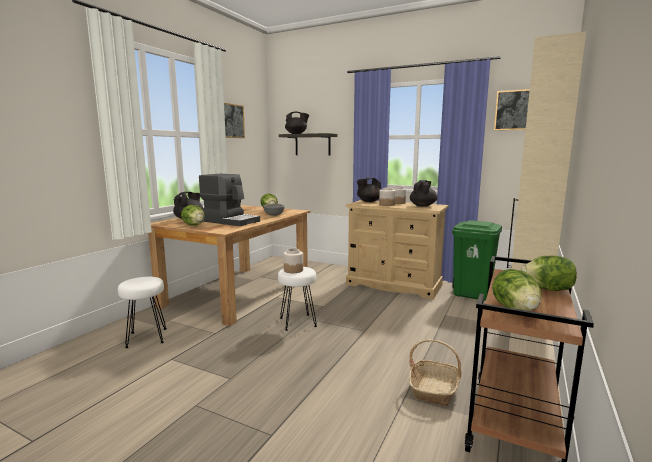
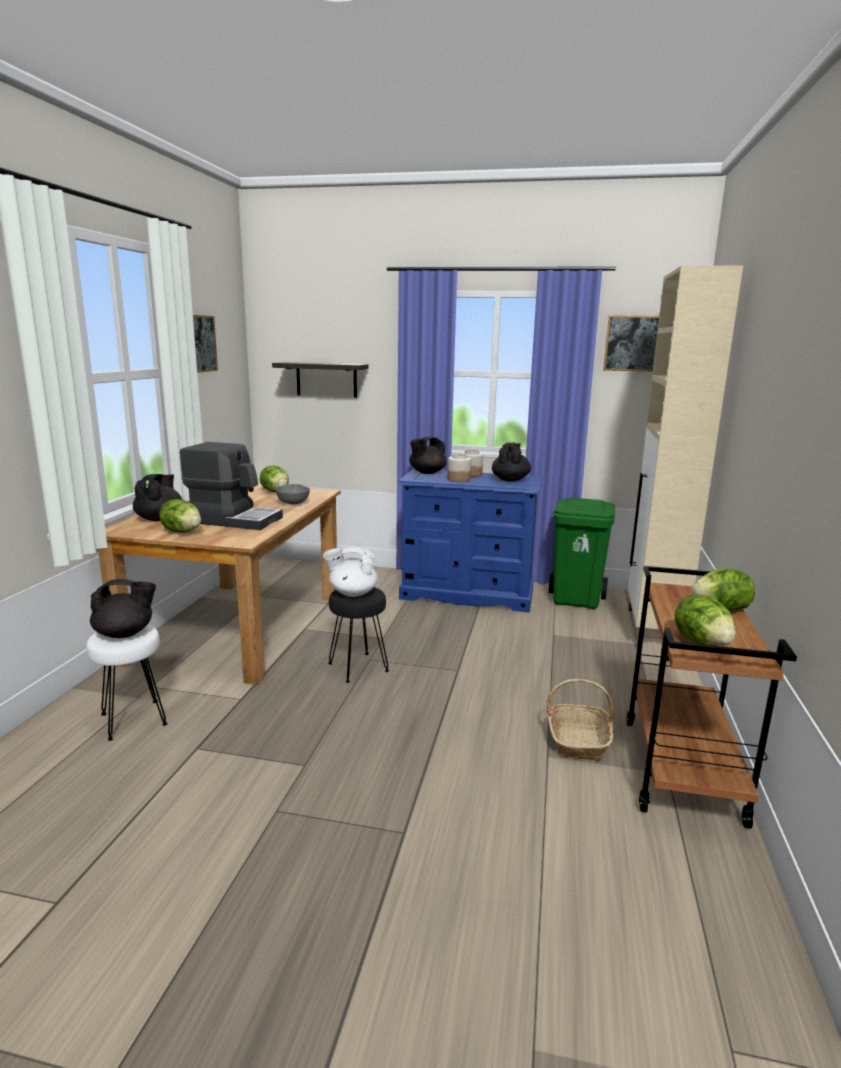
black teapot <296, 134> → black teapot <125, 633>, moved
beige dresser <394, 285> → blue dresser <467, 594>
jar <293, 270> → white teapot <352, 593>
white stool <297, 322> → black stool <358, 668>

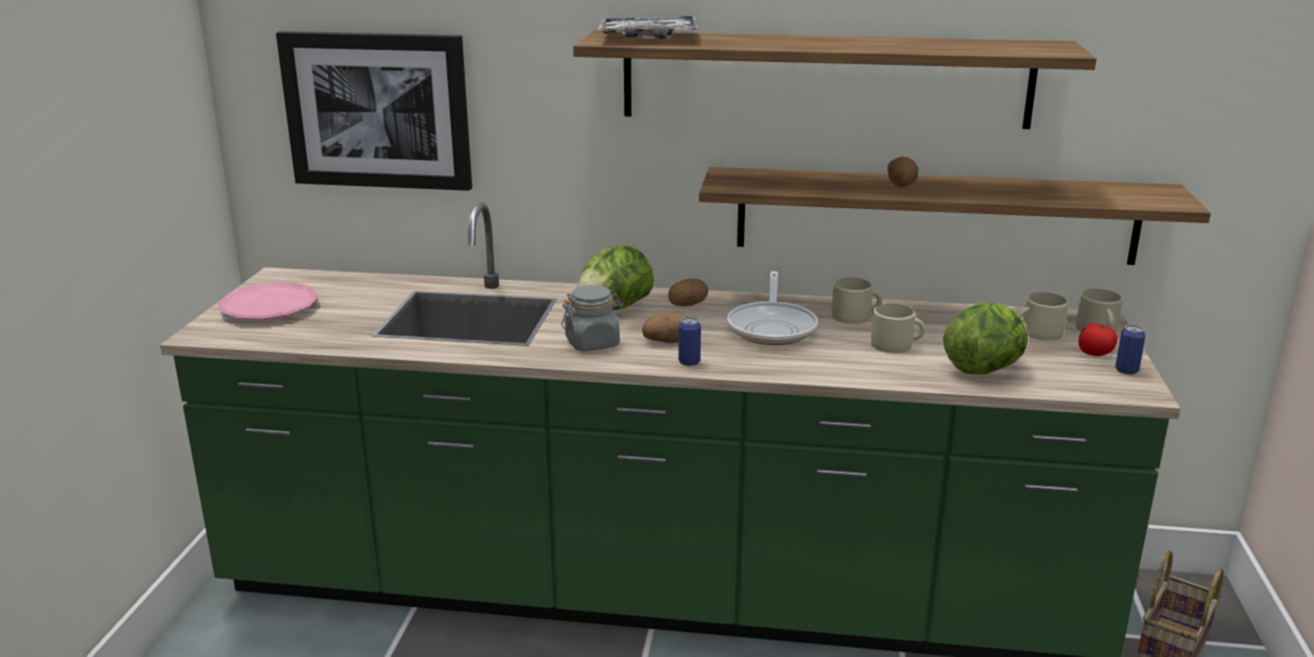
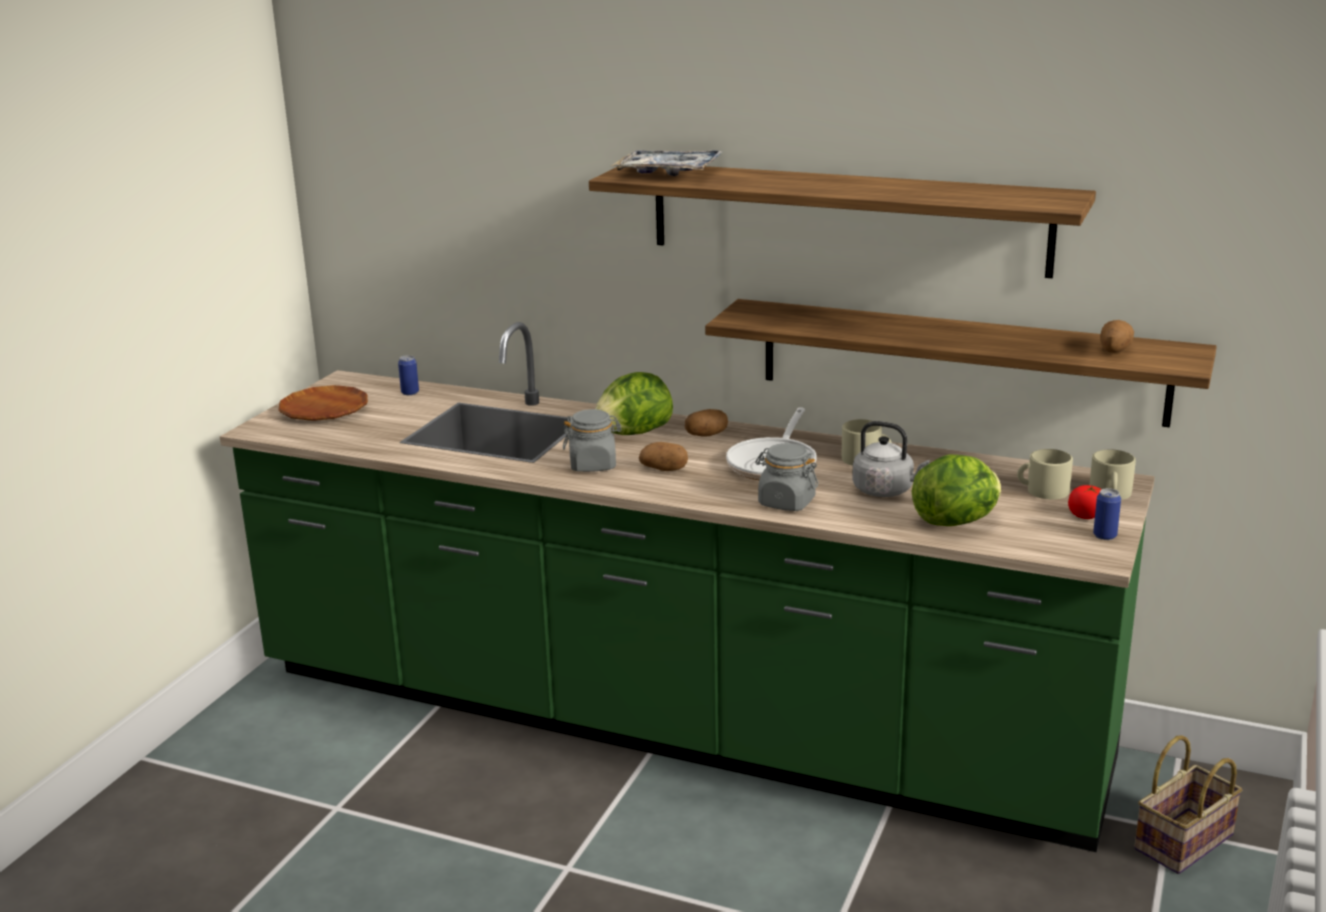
picture <377, 110> → -
potato <901, 185> → potato <1114, 350>, moved
pink plate <270, 308> → brown plate <324, 410>
beige mug <897, 345> → grey kettle <886, 491>
can <689, 362> → can <410, 392>, moved
- → grey jar <786, 502>

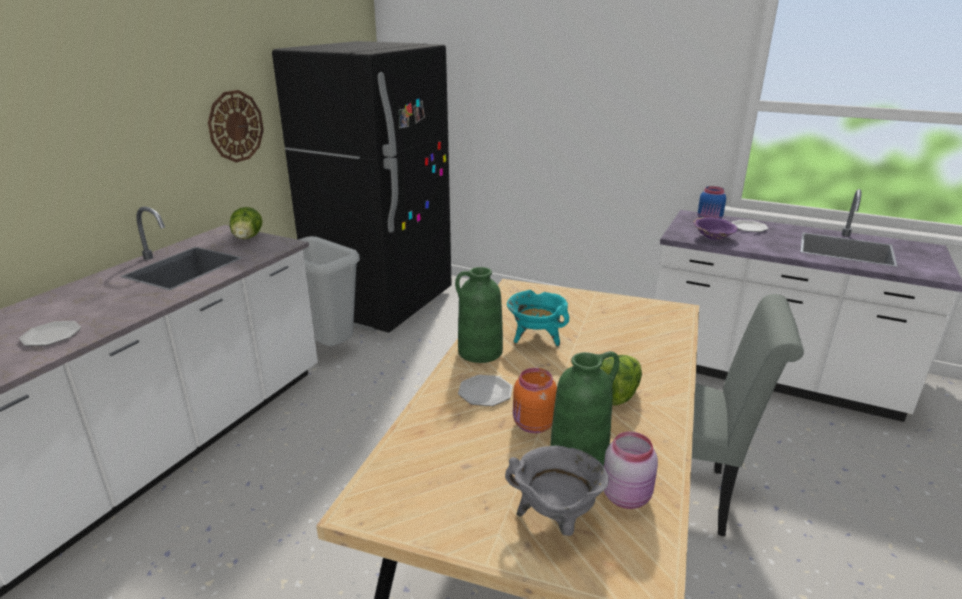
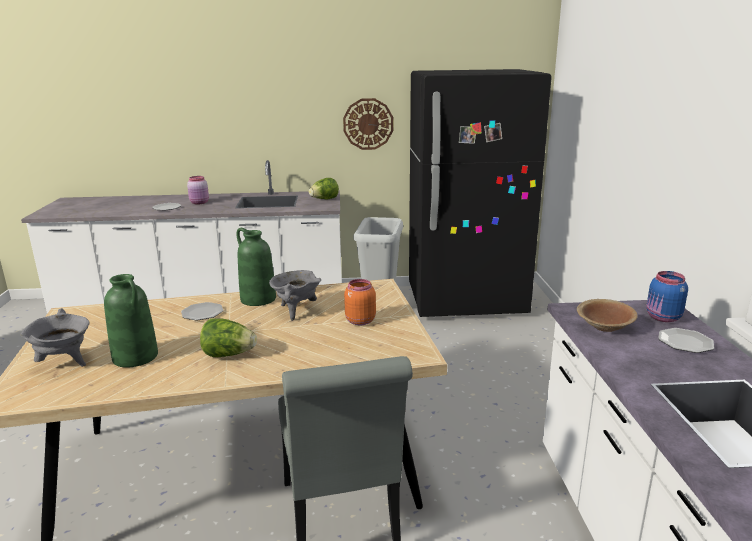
purple bowl <713, 237> → brown bowl <604, 326>
turquoise cooking pot <536, 338> → grey cooking pot <296, 311>
orange jar <532, 425> → orange jar <359, 321>, moved
pink jar <627, 496> → pink jar <200, 203>, moved

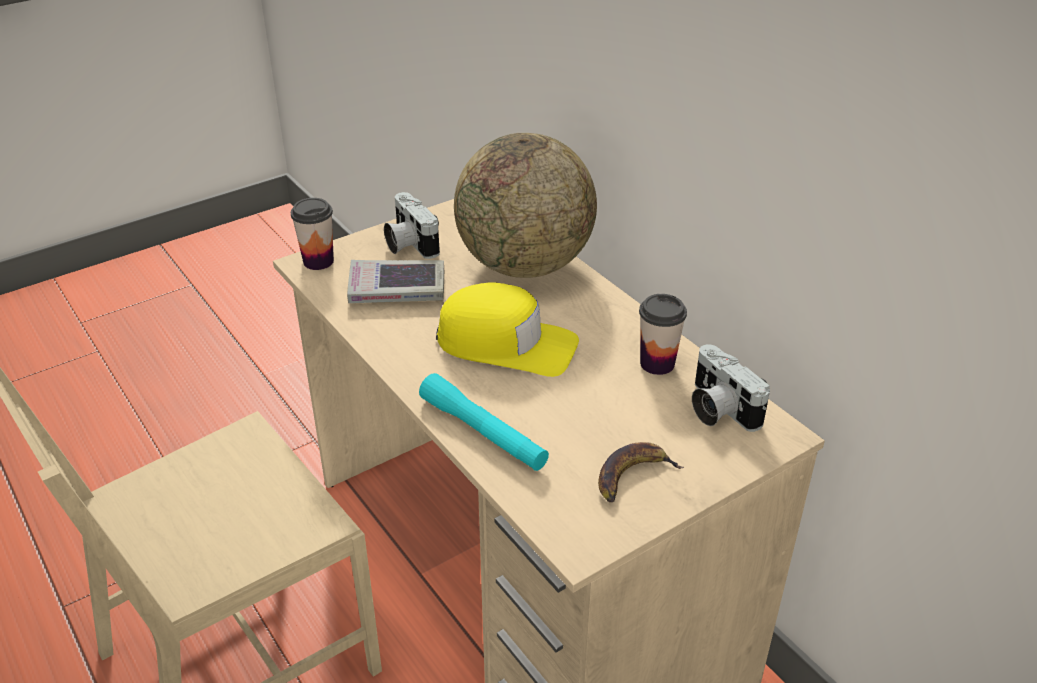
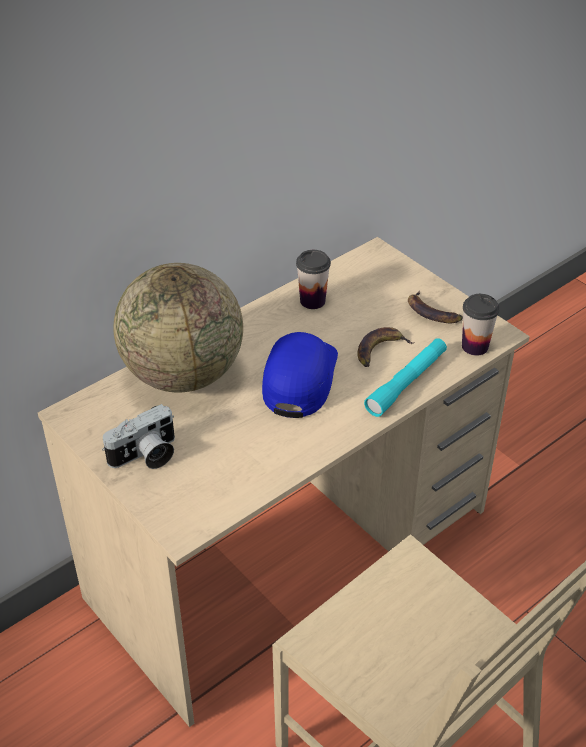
cup <318, 261> → cup <475, 346>, moved
book <397, 289> → -
yellow cap <506, 344> → blue cap <299, 378>
photo camera <718, 409> → -
- → banana <380, 350>

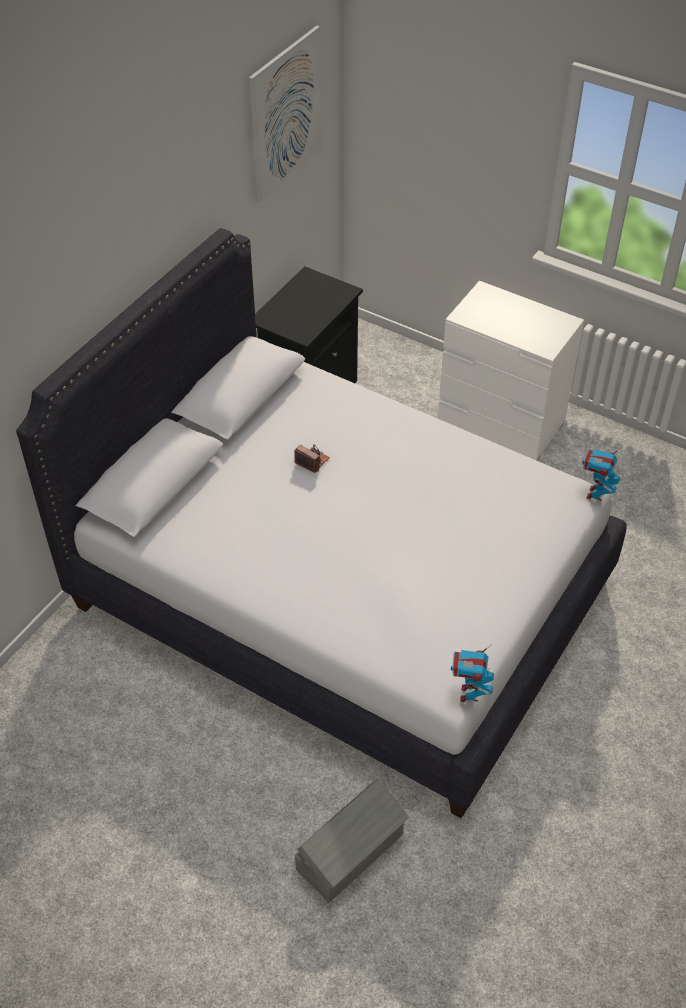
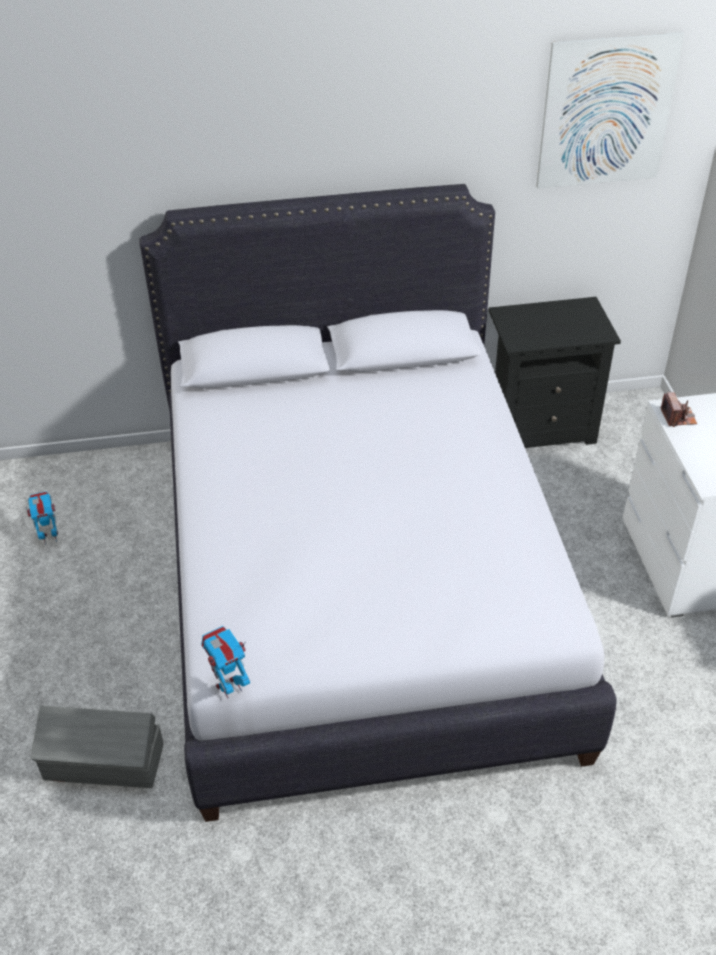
photo camera <312, 461> → photo camera <678, 417>, moved
toy robot <595, 494> → toy robot <49, 538>, moved

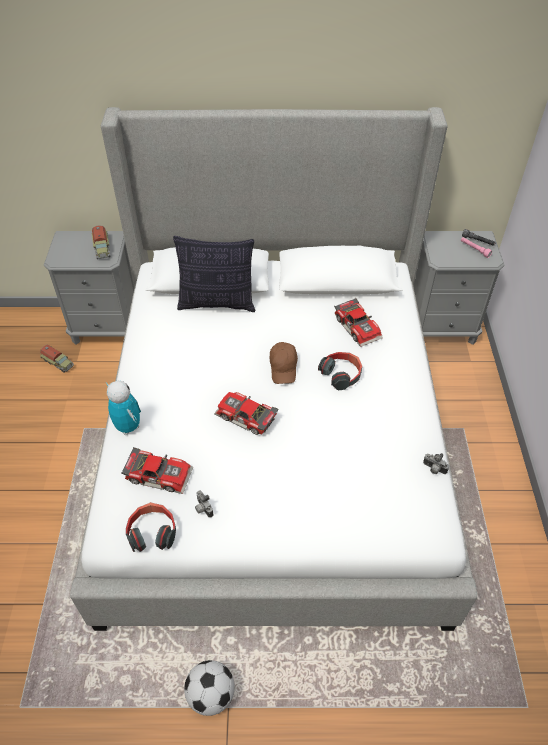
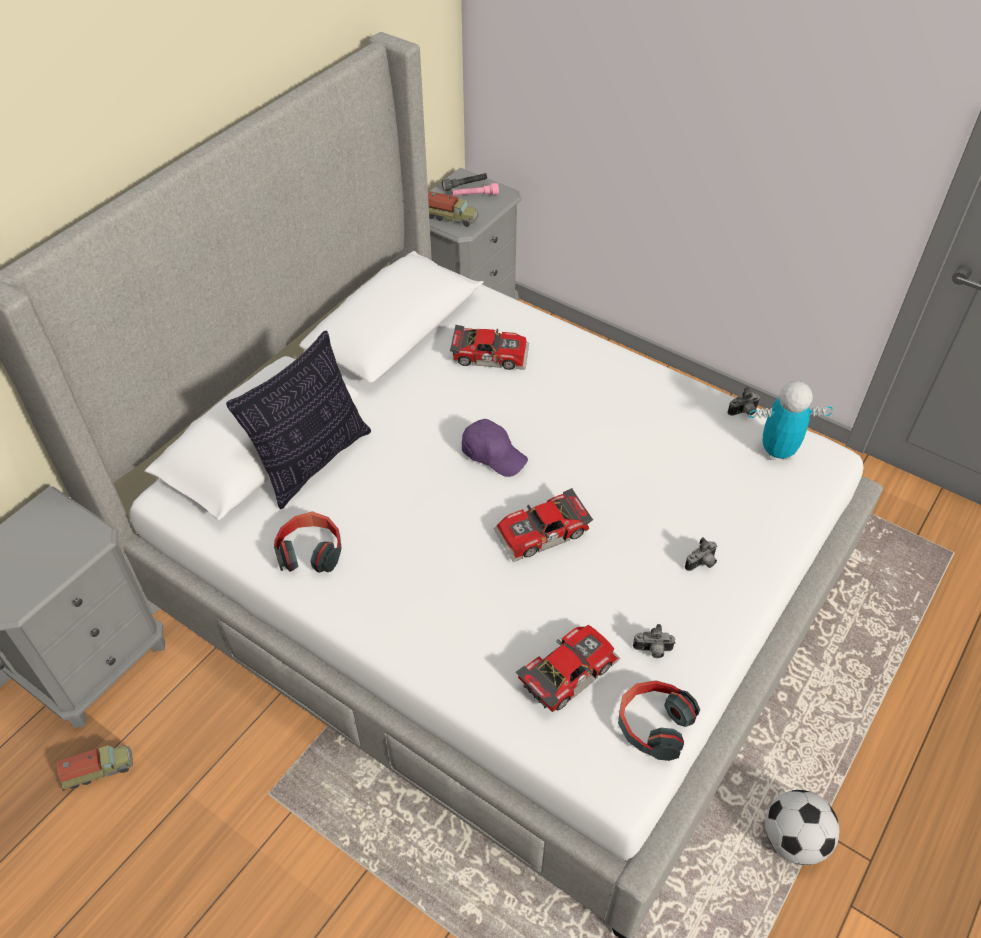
toy truck <102, 248> → toy truck <451, 217>, moved
brown cap <283, 367> → purple cap <493, 455>
headphones <341, 374> → headphones <310, 551>, moved
toy robot <128, 427> → toy robot <777, 452>, moved
- → photo camera <702, 564>

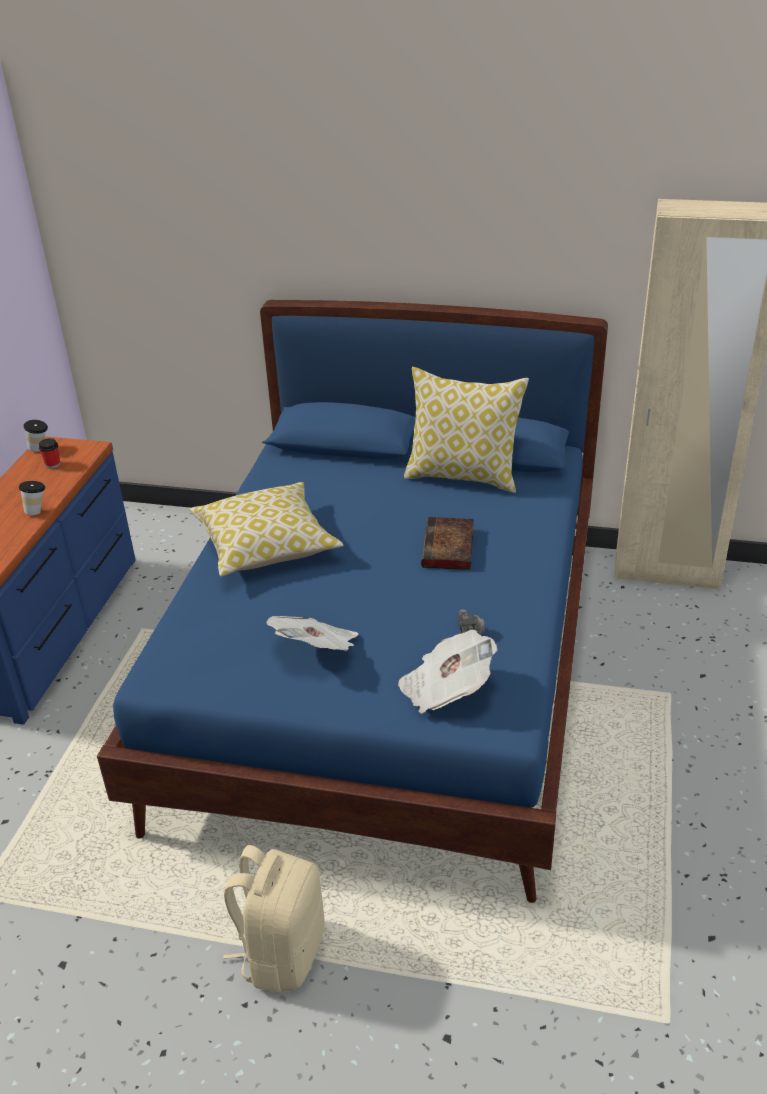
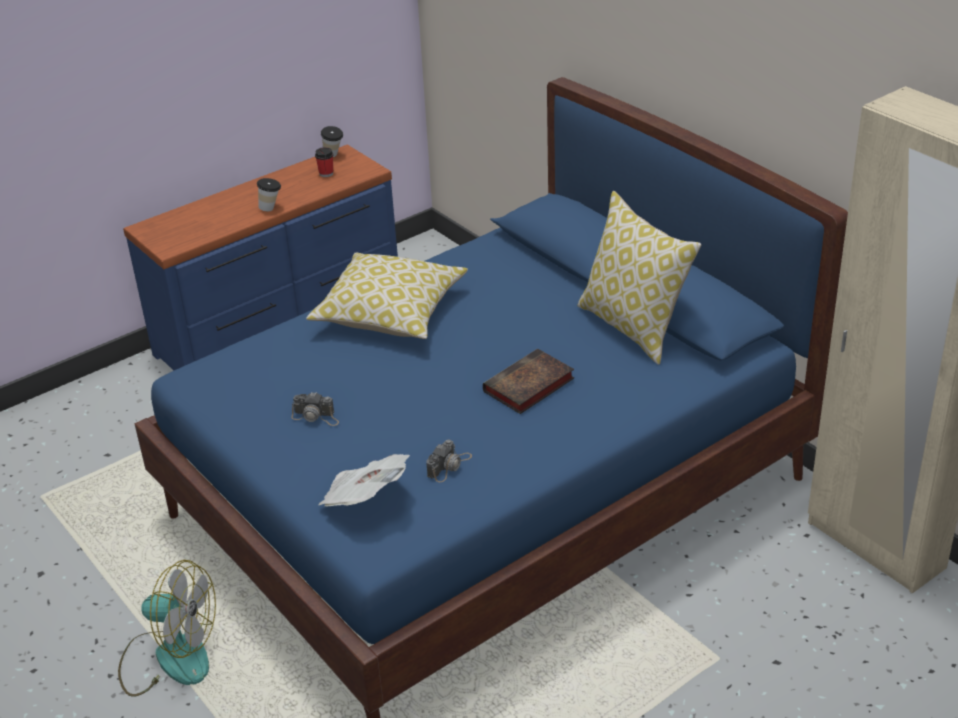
newspaper <317, 650> → photo camera <316, 416>
beige backpack <281, 952> → fan <169, 657>

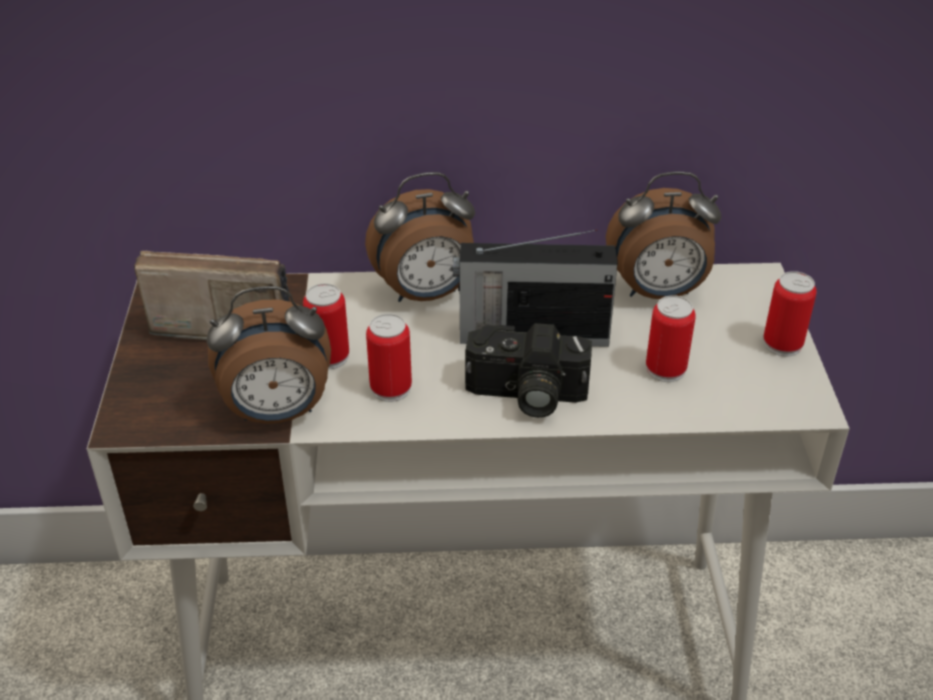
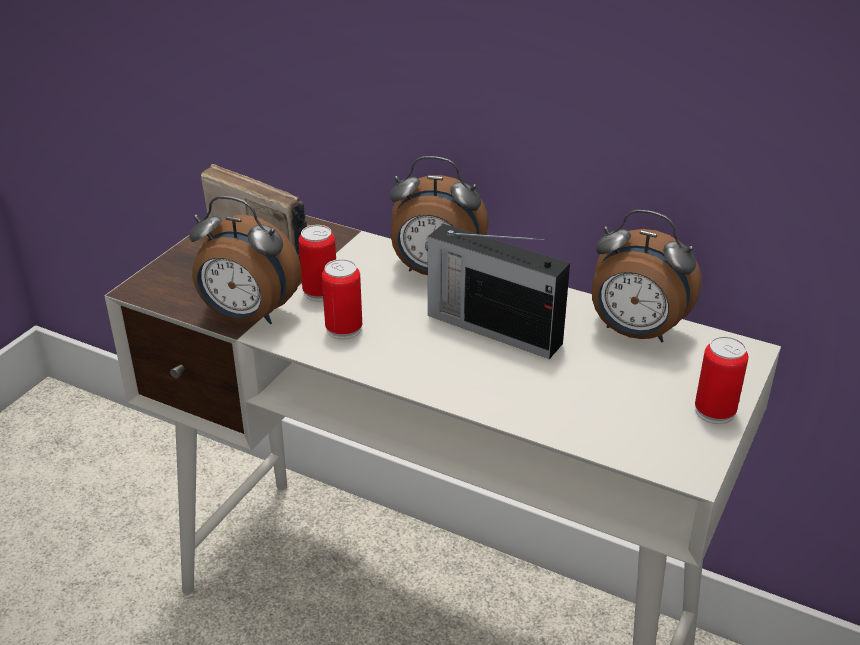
can <665, 369> → -
photo camera <525, 395> → -

